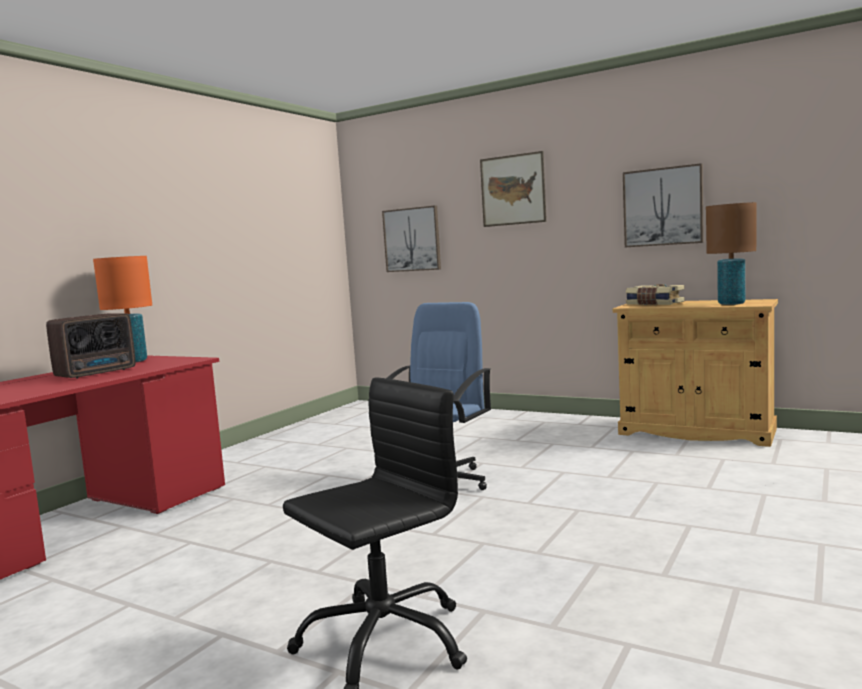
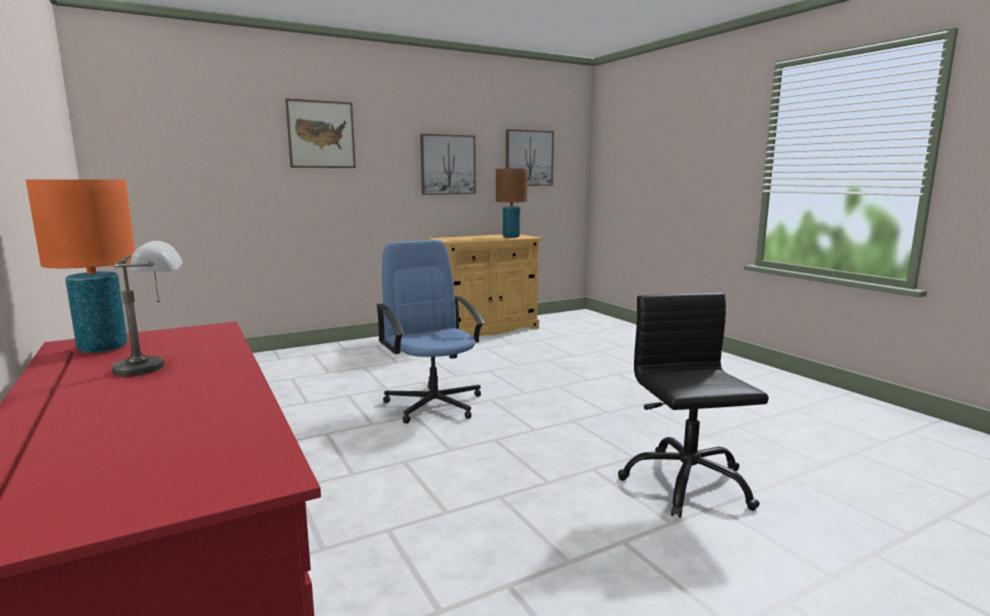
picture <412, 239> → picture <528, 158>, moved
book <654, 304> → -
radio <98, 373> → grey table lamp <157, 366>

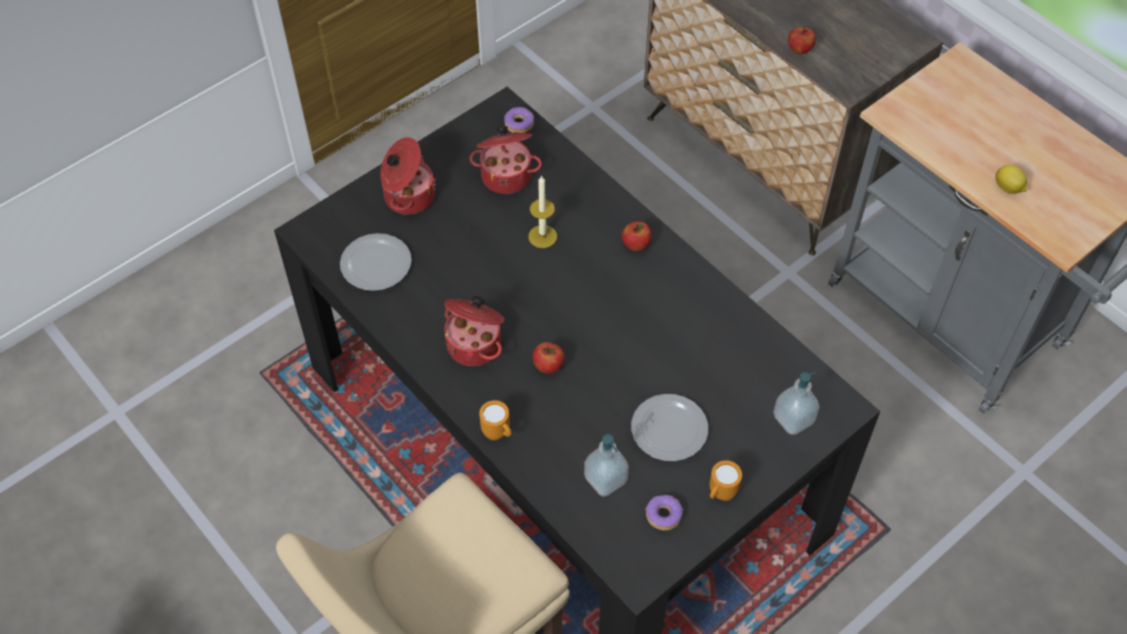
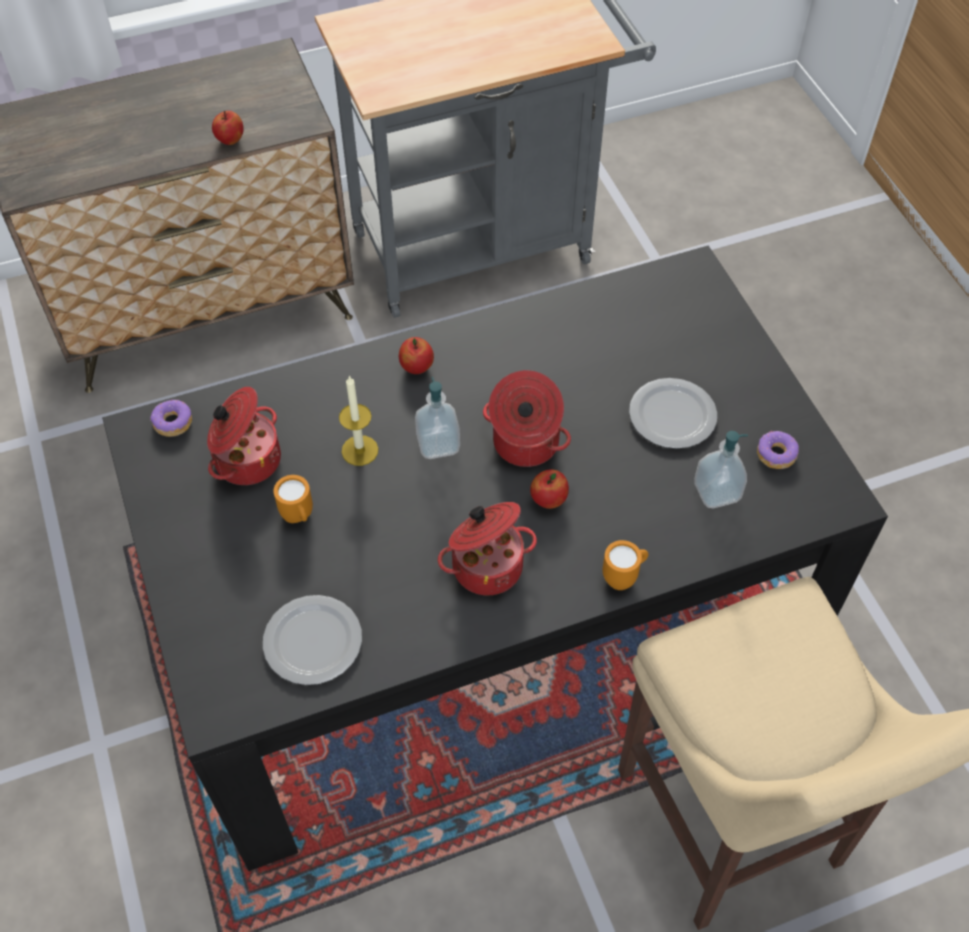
cooking pot <408, 196> → cooking pot <524, 444>, moved
lemon <1008, 188> → -
soap dispenser <793, 419> → soap dispenser <438, 444>, moved
orange mug <720, 494> → orange mug <299, 517>, moved

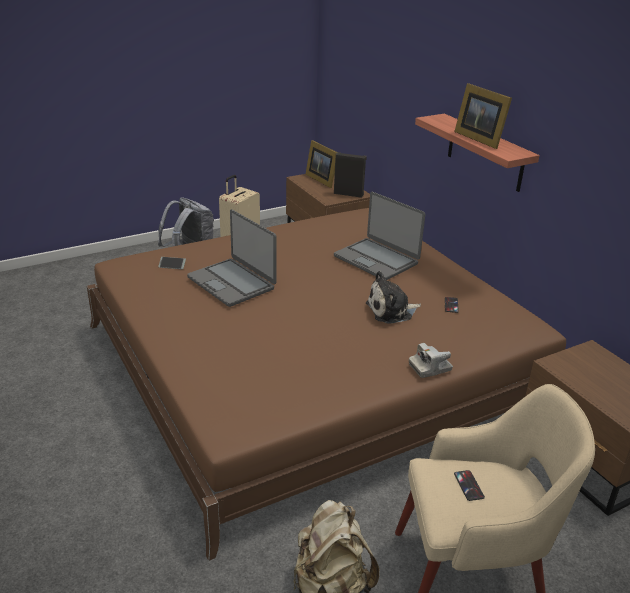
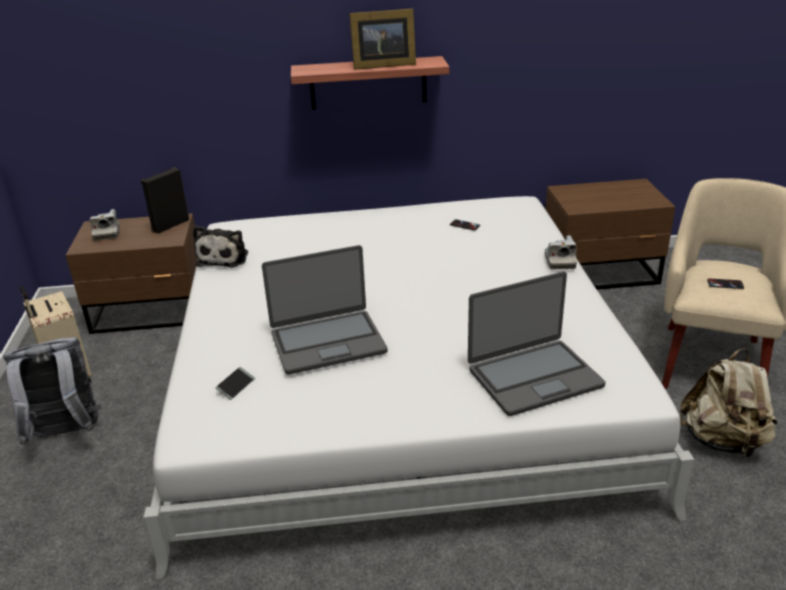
picture frame <321, 179> → photo camera <107, 233>
laptop <376, 259> → laptop <534, 377>, moved
brown bed <311, 366> → white bed <395, 379>
plush toy <392, 311> → plush toy <224, 257>, moved

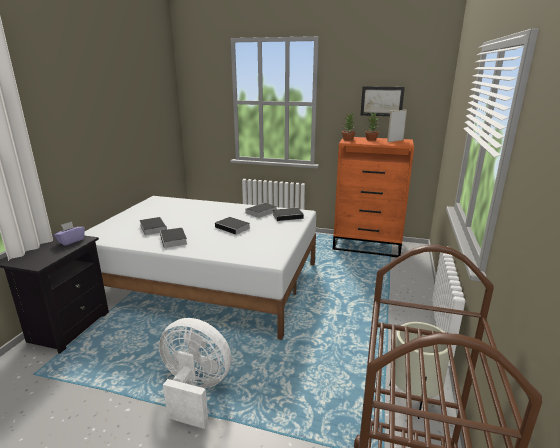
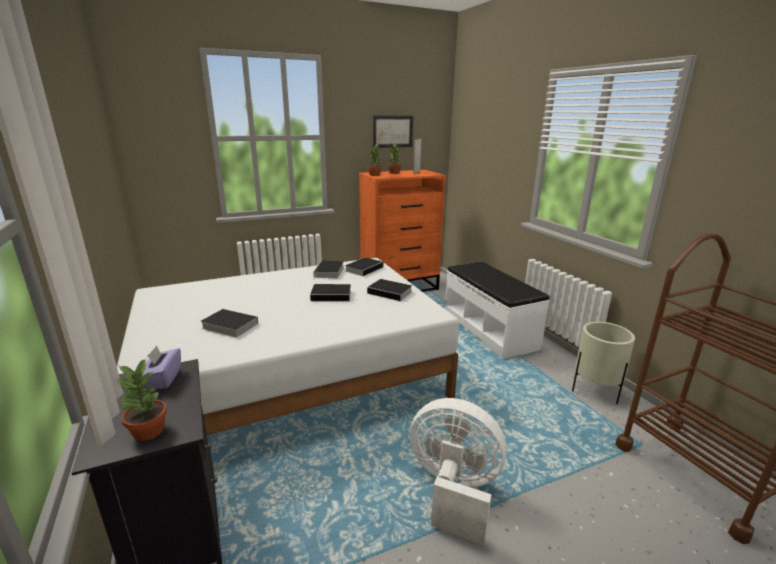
book <174, 240> → book <391, 293>, moved
white fan <195, 391> → white fan <453, 490>, 45 degrees clockwise
- → white bench <489, 330>
- → potted plant <149, 431>

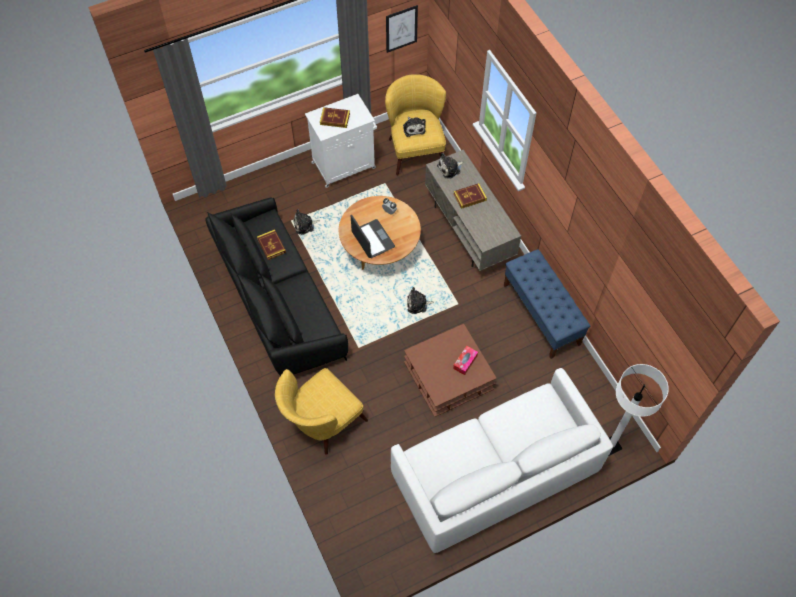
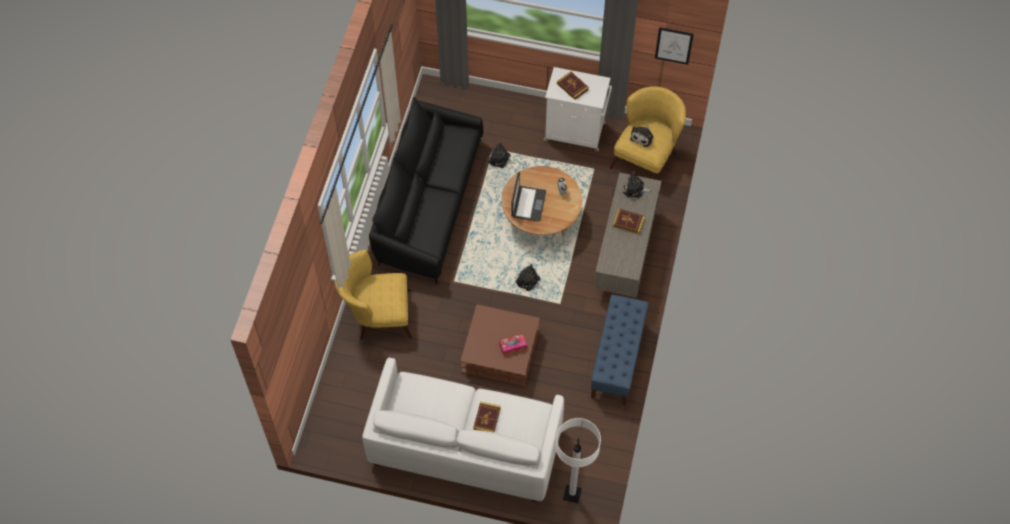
book <271, 245> → book <487, 419>, moved

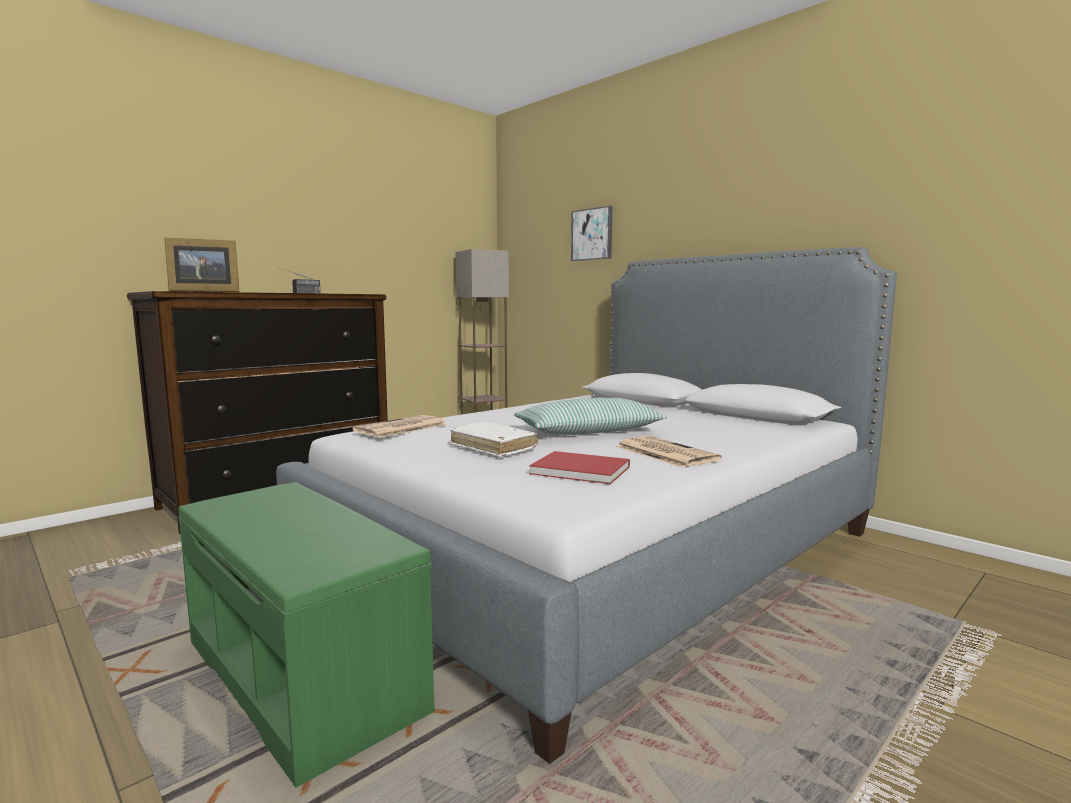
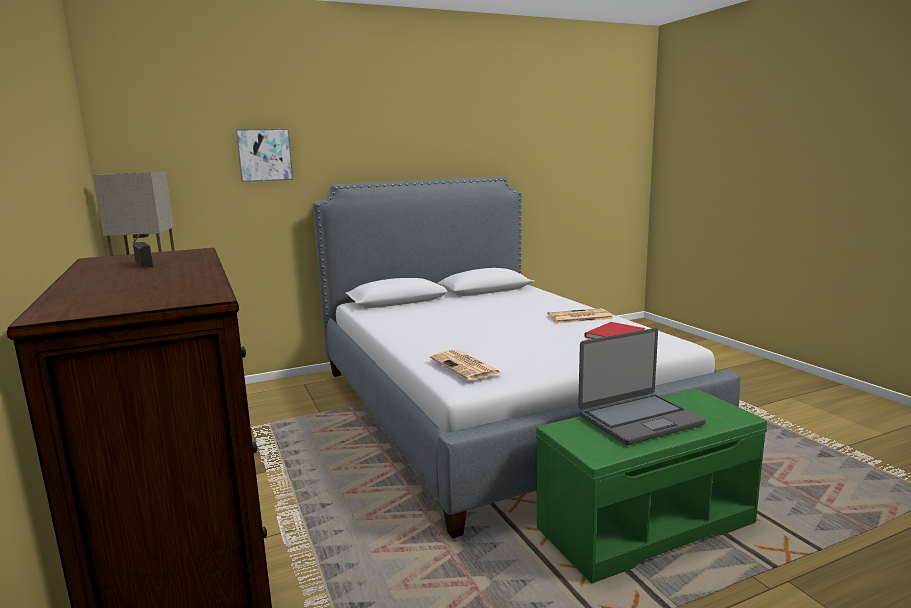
picture frame <202, 291> → -
pillow <589, 431> → -
white book <493, 447> → -
- → laptop <639, 419>

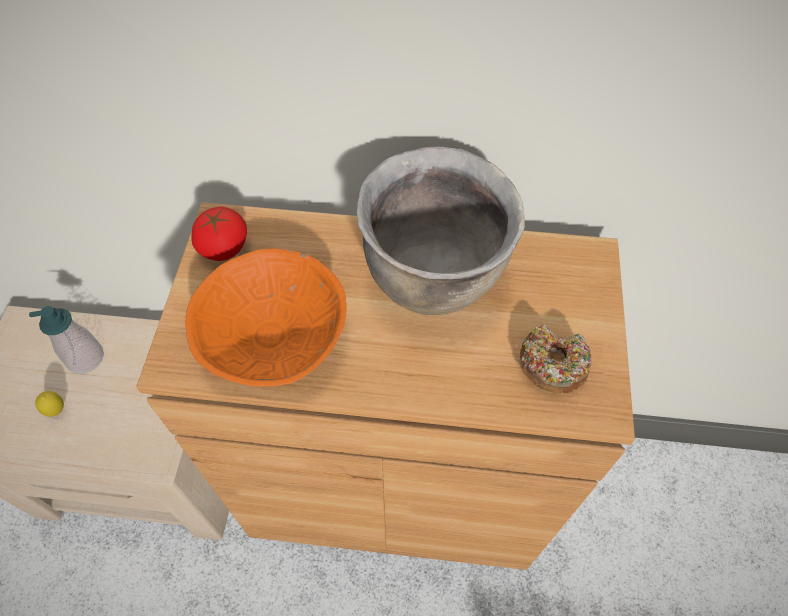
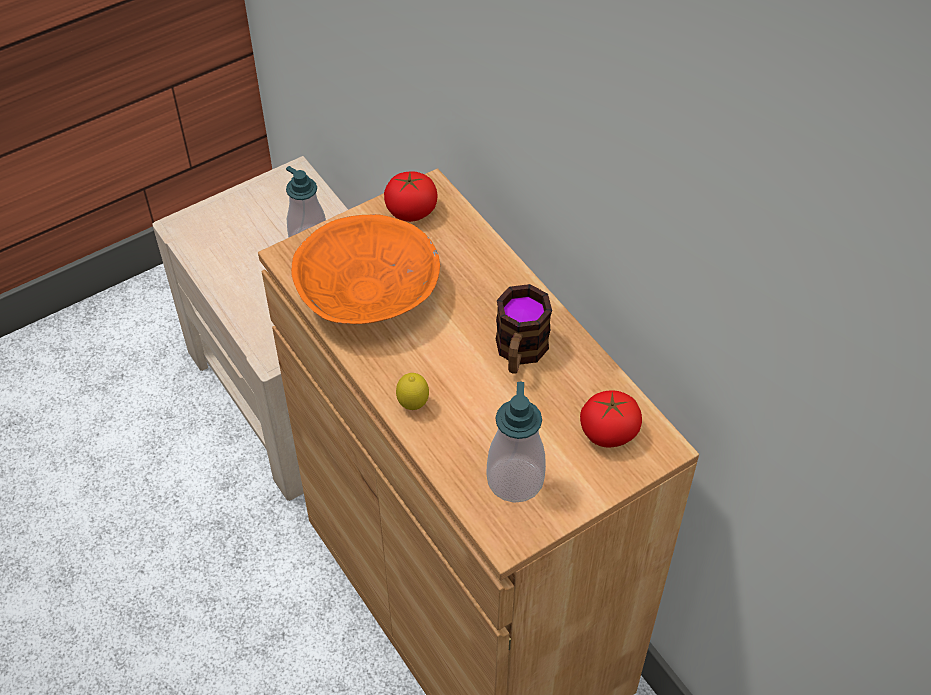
brown cooking pot <434, 277> → mug <519, 353>
donut <552, 365> → soap dispenser <515, 479>
lemon <57, 410> → lemon <413, 405>, moved
- → tomato <609, 432>

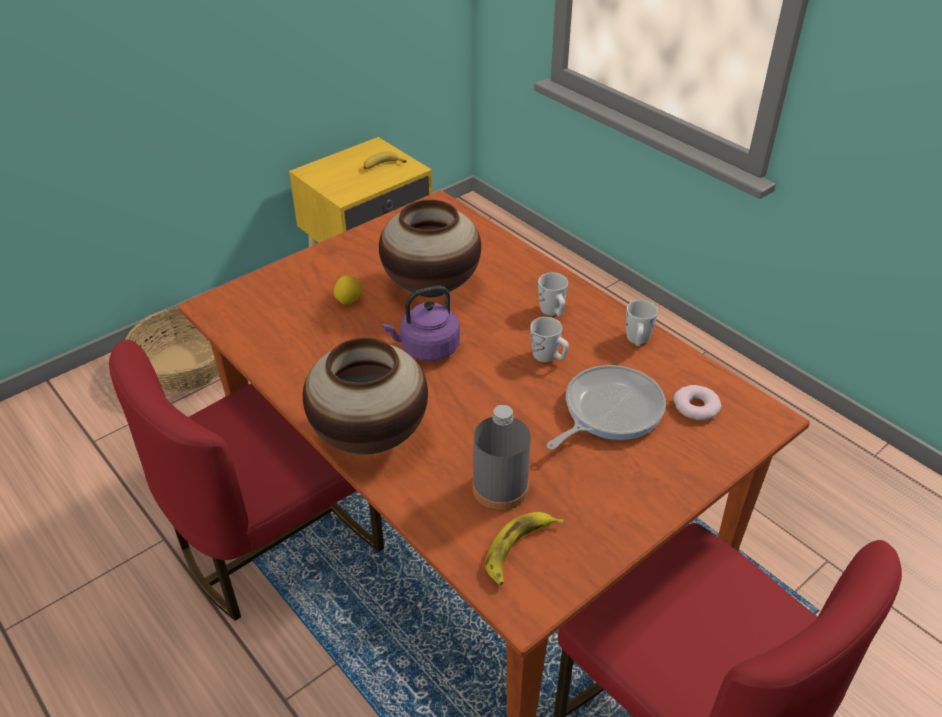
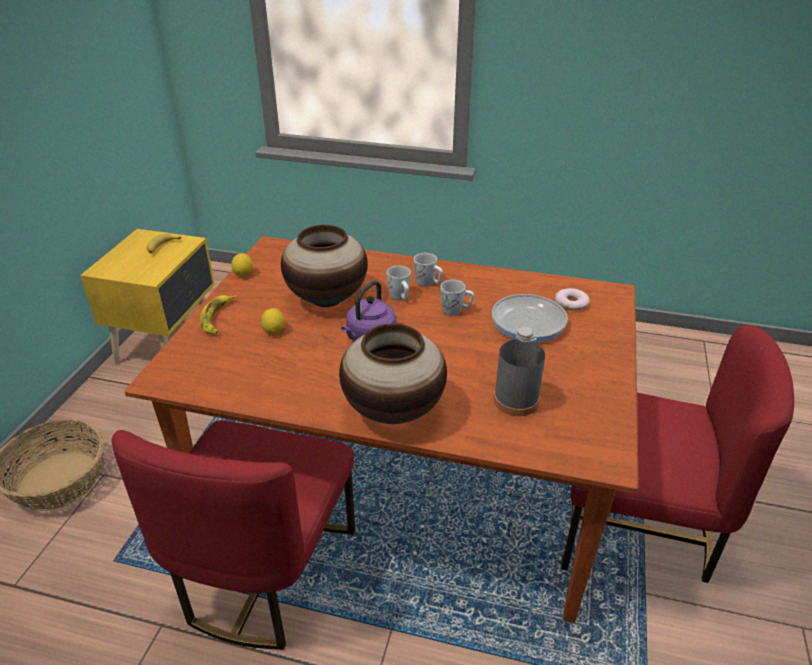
white mug <637, 340> → white mug <400, 297>, moved
banana <519, 550> → banana <218, 318>, moved
- → lemon <243, 274>

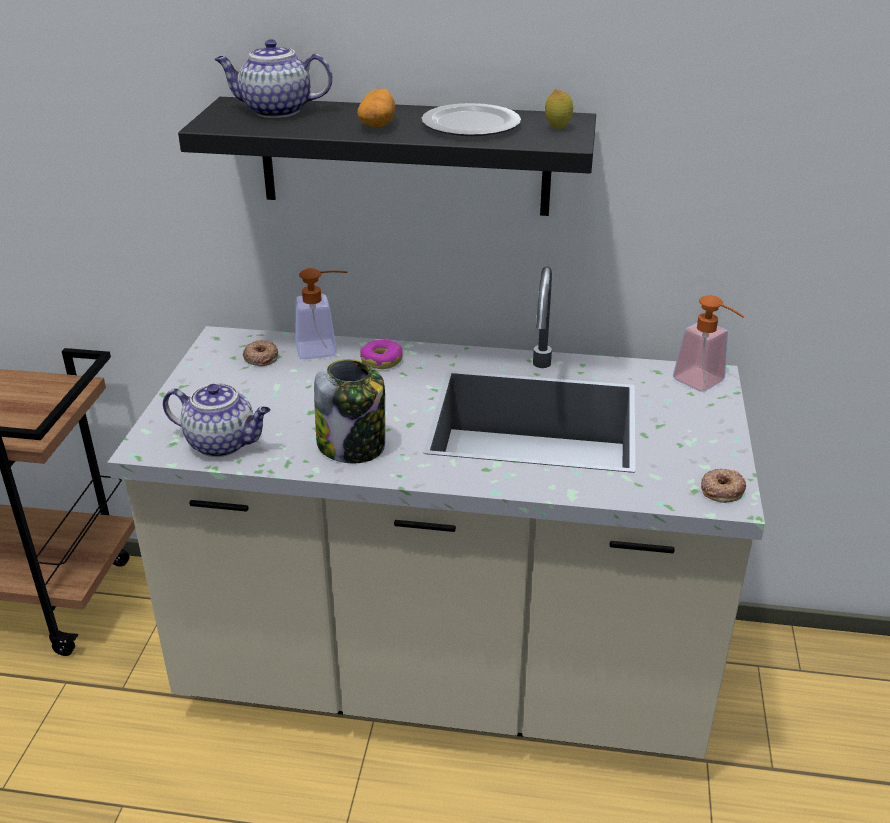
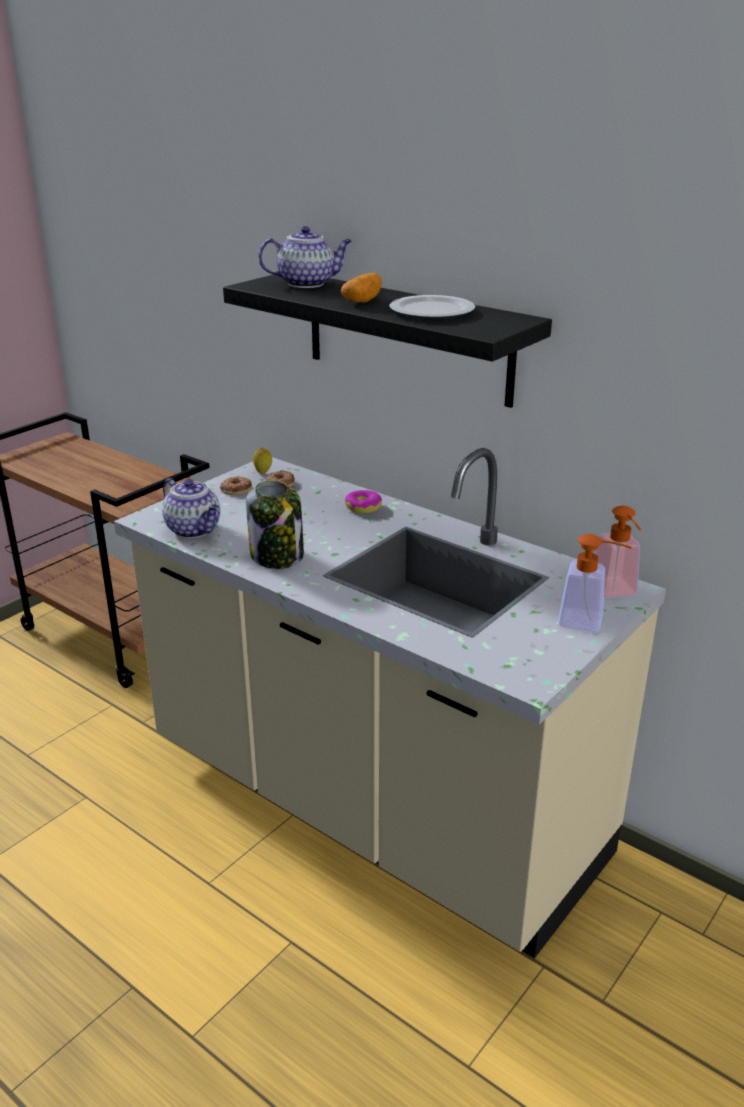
teapot <275, 111> → teapot <307, 283>, 135 degrees clockwise
lemon <557, 128> → lemon <263, 472>, moved
soap dispenser <324, 349> → soap dispenser <589, 622>, moved
donut <721, 489> → donut <236, 489>, moved

